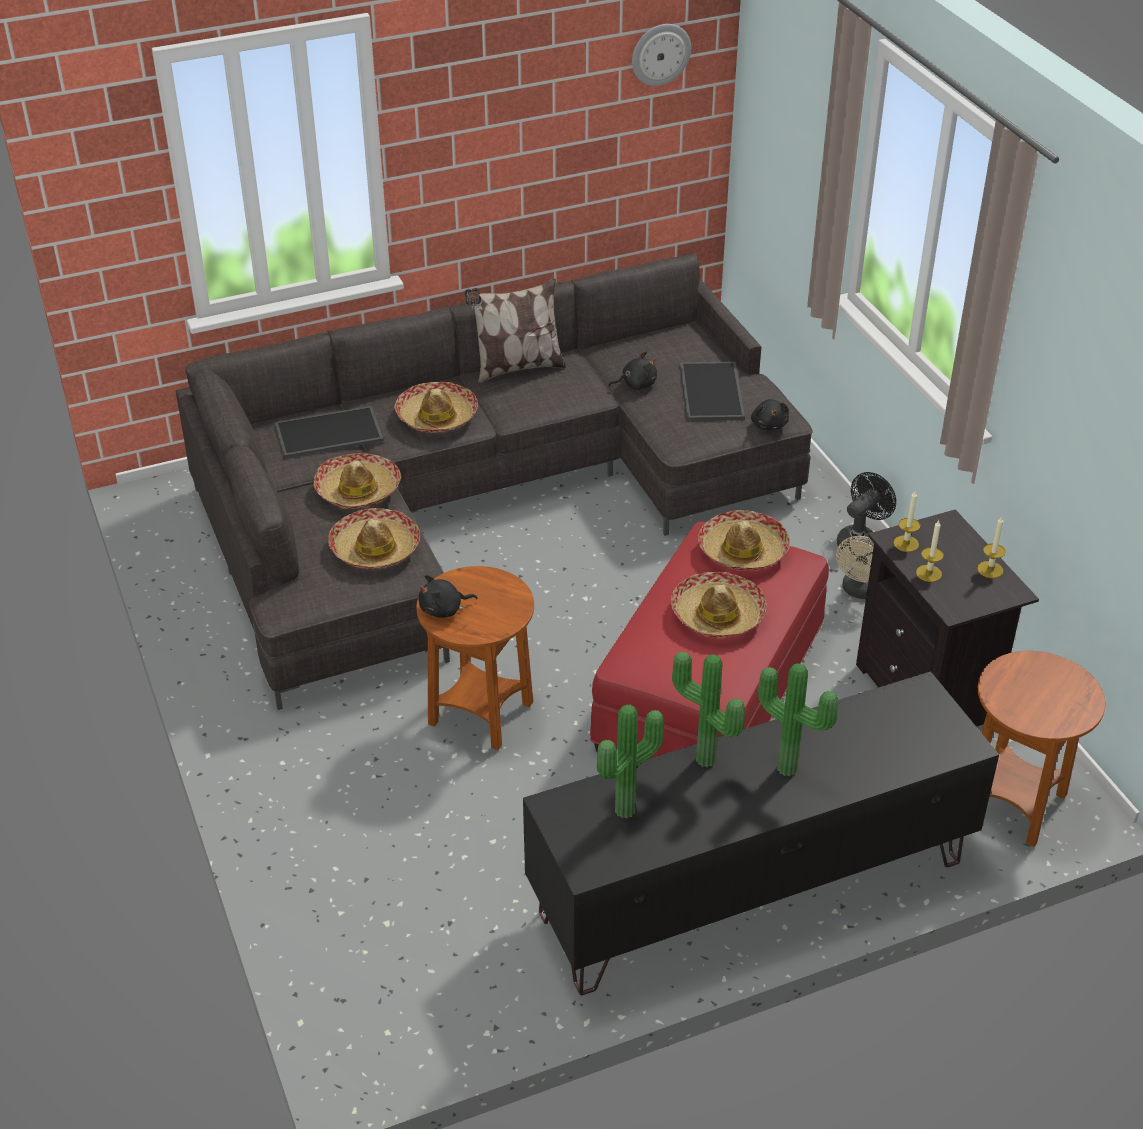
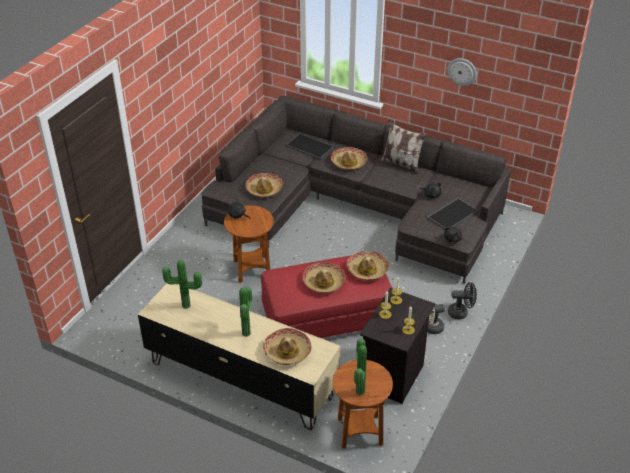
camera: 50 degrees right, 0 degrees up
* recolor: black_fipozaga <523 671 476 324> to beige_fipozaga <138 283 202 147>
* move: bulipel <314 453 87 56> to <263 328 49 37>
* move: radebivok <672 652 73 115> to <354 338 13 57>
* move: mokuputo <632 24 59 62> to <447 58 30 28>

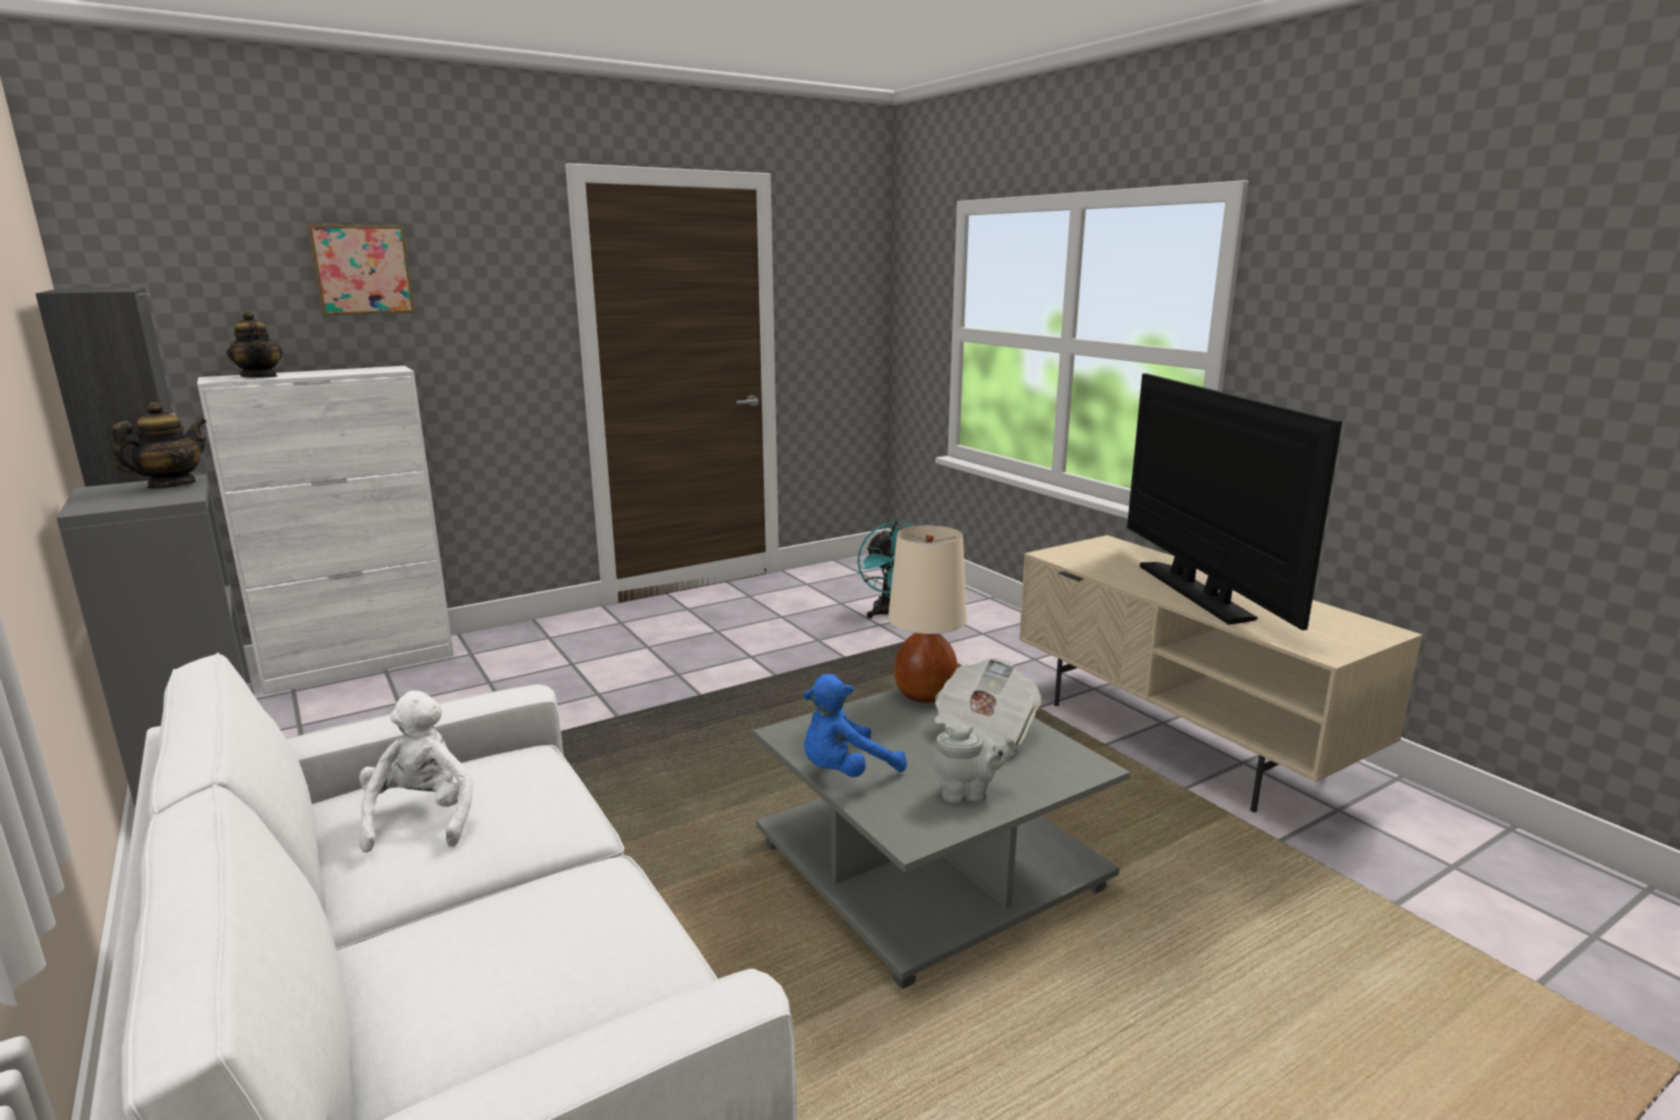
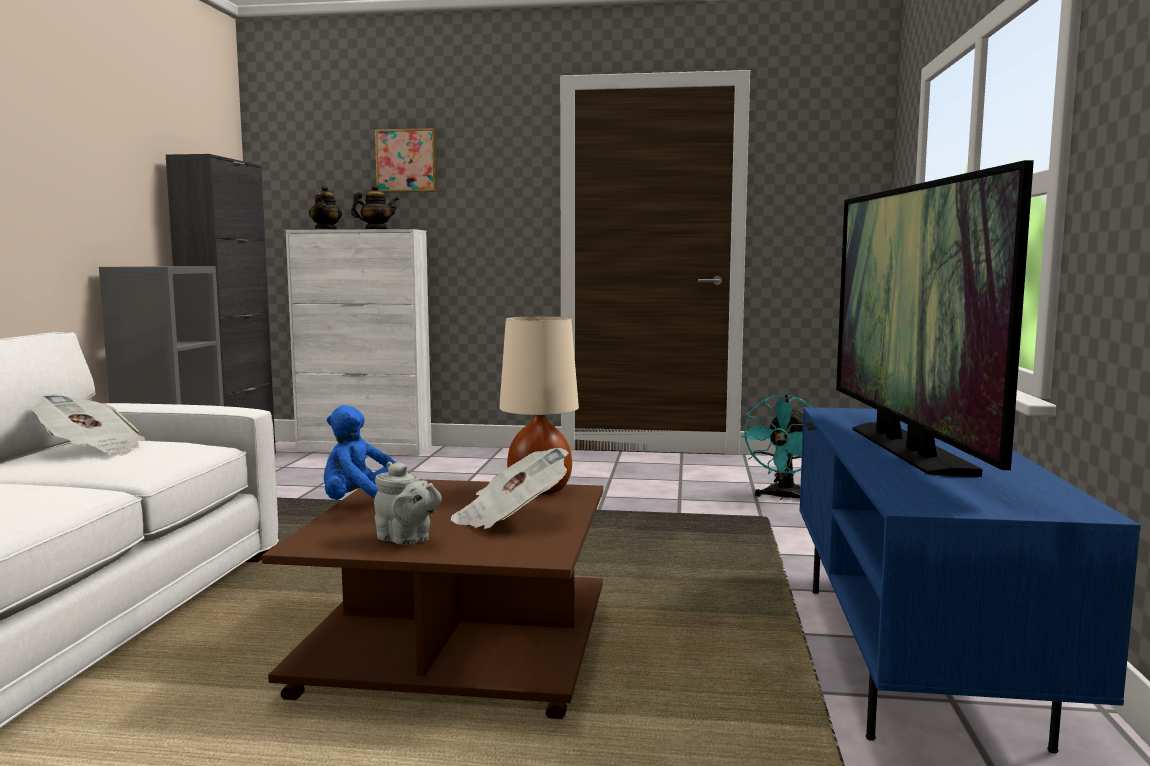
camera: 40 degrees right, 10 degrees down
* replace: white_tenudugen <359 691 114 162> to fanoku <32 394 114 62>
* recolor: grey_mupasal <753 688 377 301> to brown_mupasal <262 479 341 240>
* move: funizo <111 402 96 87> to <351 184 48 45>
* recolor: beige_fipozaga <1019 535 404 277> to blue_fipozaga <800 407 341 347>
* rotate: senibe <1127 373 215 257> = <836 160 198 317> 150 degrees clockwise

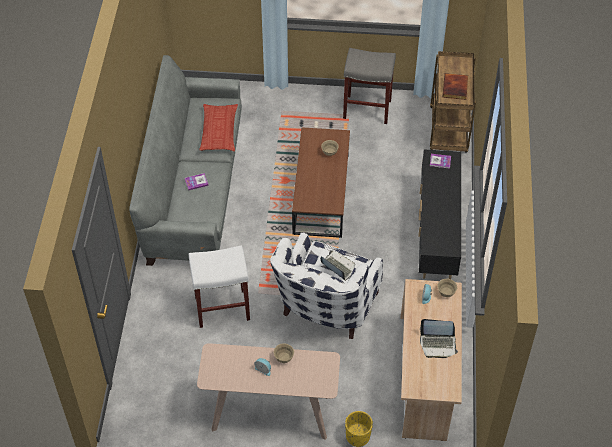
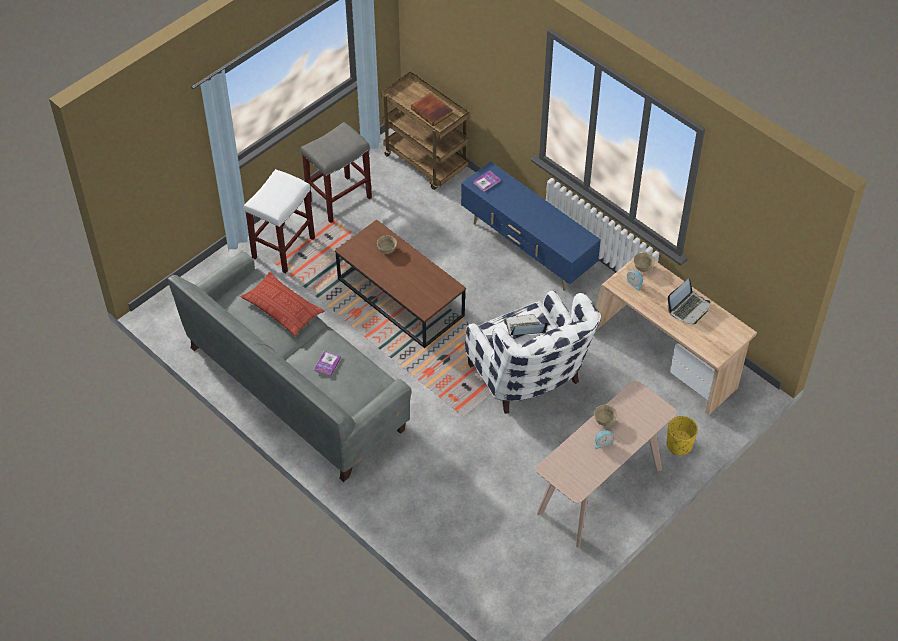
camera: 50 degrees left, 0 degrees up
* move: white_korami <189 245 61 83> to <244 169 71 104>
* recolor: black_fipozaga <418 149 43 130> to blue_fipozaga <461 161 140 130>

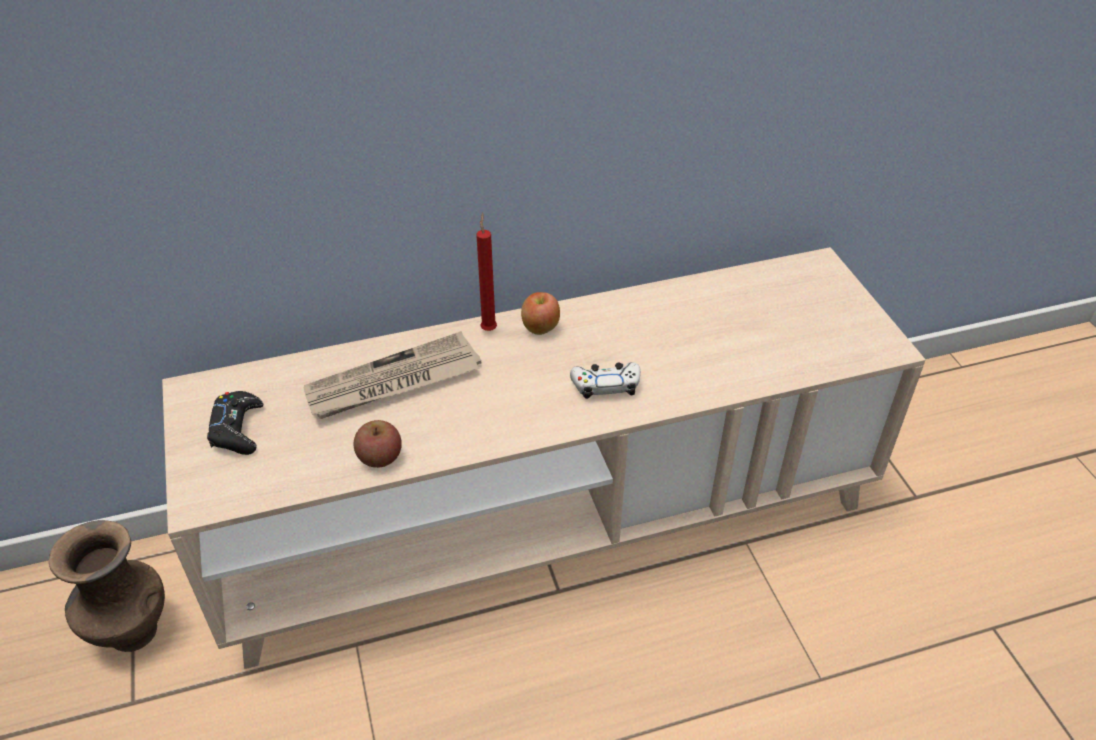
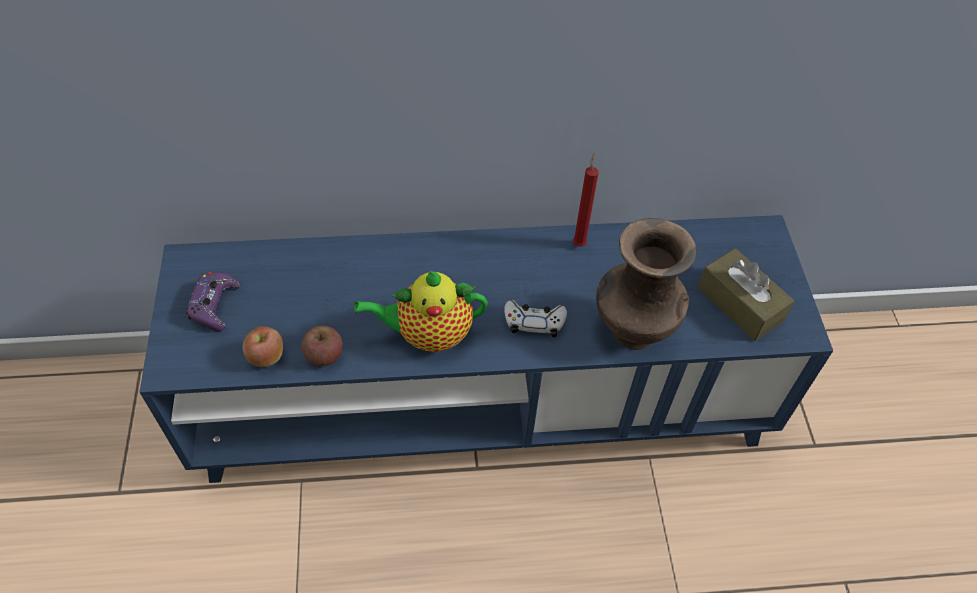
camera: 10 degrees right, 10 degrees up
* recolor: beige_fipozaga <162 247 764 422> to blue_fipozaga <140 215 693 268>
* recolor: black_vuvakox <207 391 56 64> to purple_vuvakox <186 272 54 60>
* move: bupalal <521 292 39 43> to <243 326 40 41>
* insert: funizo <354 271 134 81>
* move: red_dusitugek <476 213 21 118> to <573 152 26 95>
* move: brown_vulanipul <49 520 116 132> to <596 218 101 132>
* insert: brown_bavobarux <698 248 97 93>
* delete: fanoku <304 331 177 88>

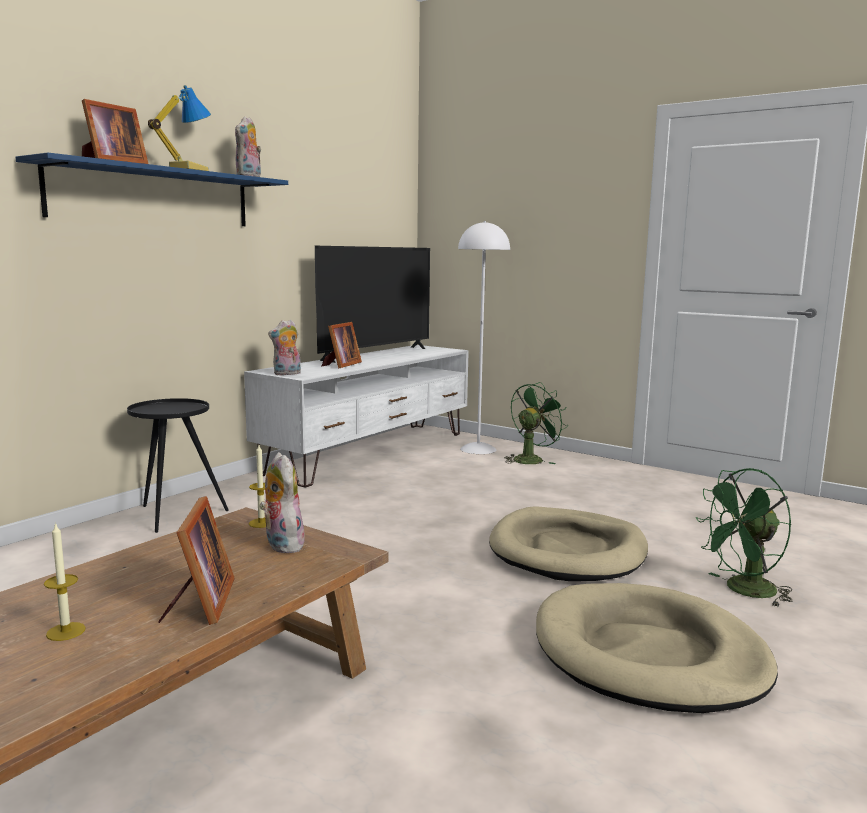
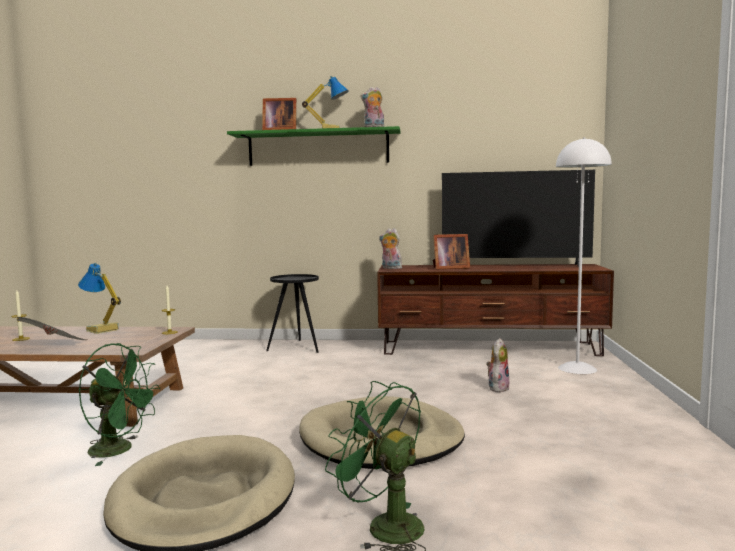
camera: 60 degrees right, 5 degrees down
* replace: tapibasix <158 496 77 129> to fanoku <16 317 71 23>
* insert: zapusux <78 263 43 71>
* move: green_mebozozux <504 382 64 82> to <79 343 81 123>
* recolor: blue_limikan <15 152 273 74> to green_limikan <227 126 174 40>
* recolor: white_fipozaga <244 345 225 143> to brown_fipozaga <377 264 237 92>
* move: tenudugen <259 452 46 101> to <486 338 24 54>

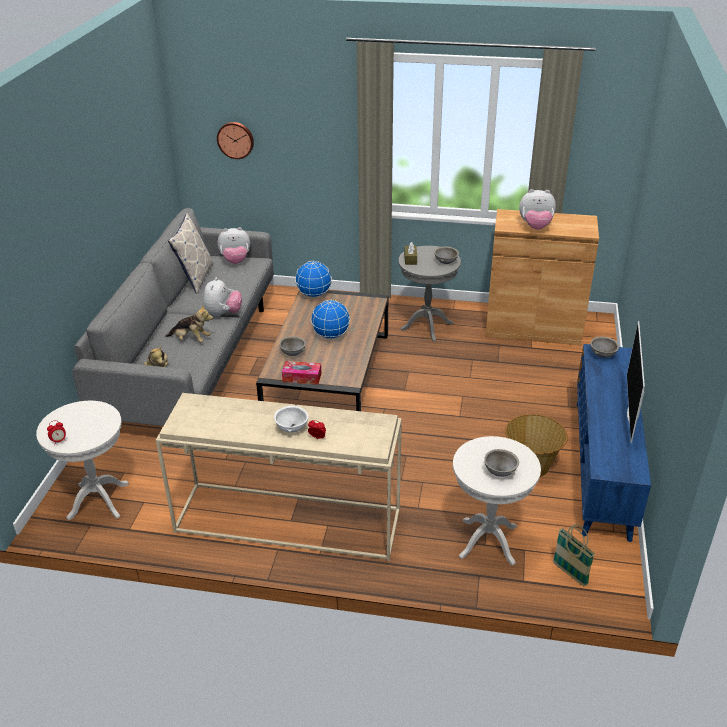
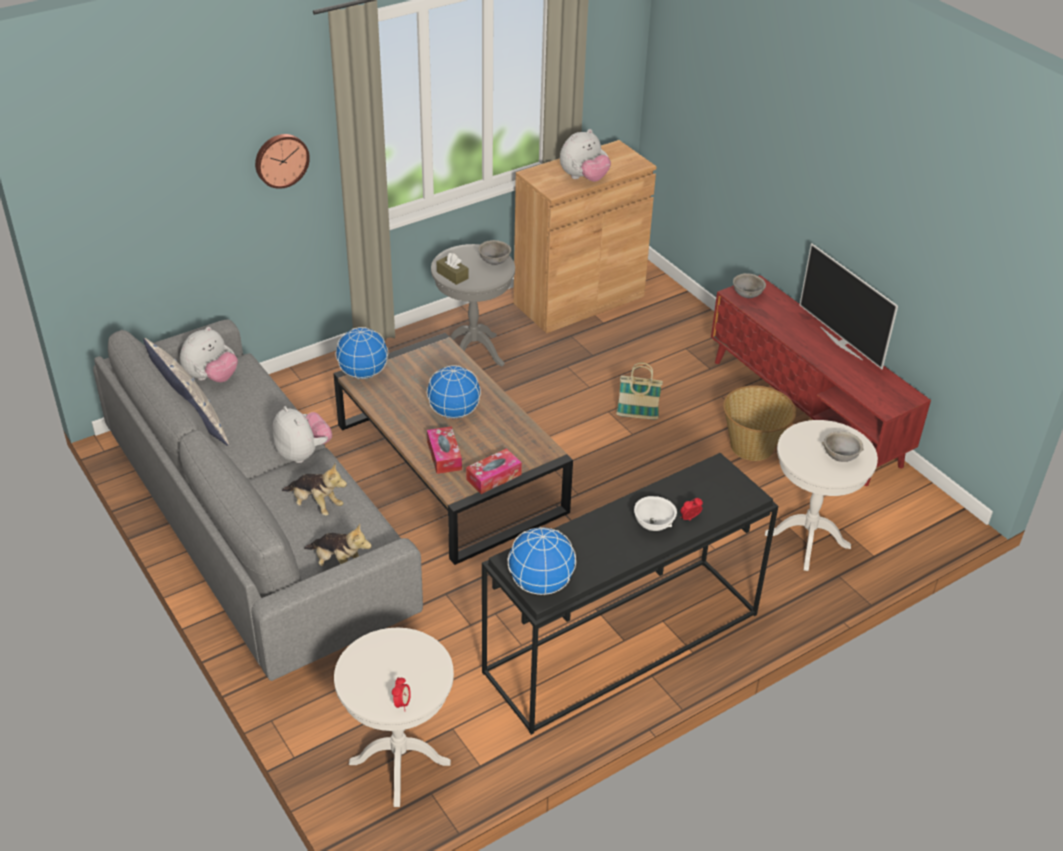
camera: 45 degrees left, 5 degrees up
* move: mokuputo <217 122 37 37> to <255 134 55 55>
* rotate: tenudugen <165 305 48 37> = <282 464 65 52> 60 degrees clockwise
* replace: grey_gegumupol <279 336 27 20> to bavobarux <427 426 35 48>
* recolor: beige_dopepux <156 393 246 168> to black_dopepux <482 453 296 282>
* insert: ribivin <507 526 69 69>
* move: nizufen <553 524 42 62> to <616 363 47 56>
* recolor: blue_fipozaga <577 344 74 198> to red_fipozaga <711 275 220 211>

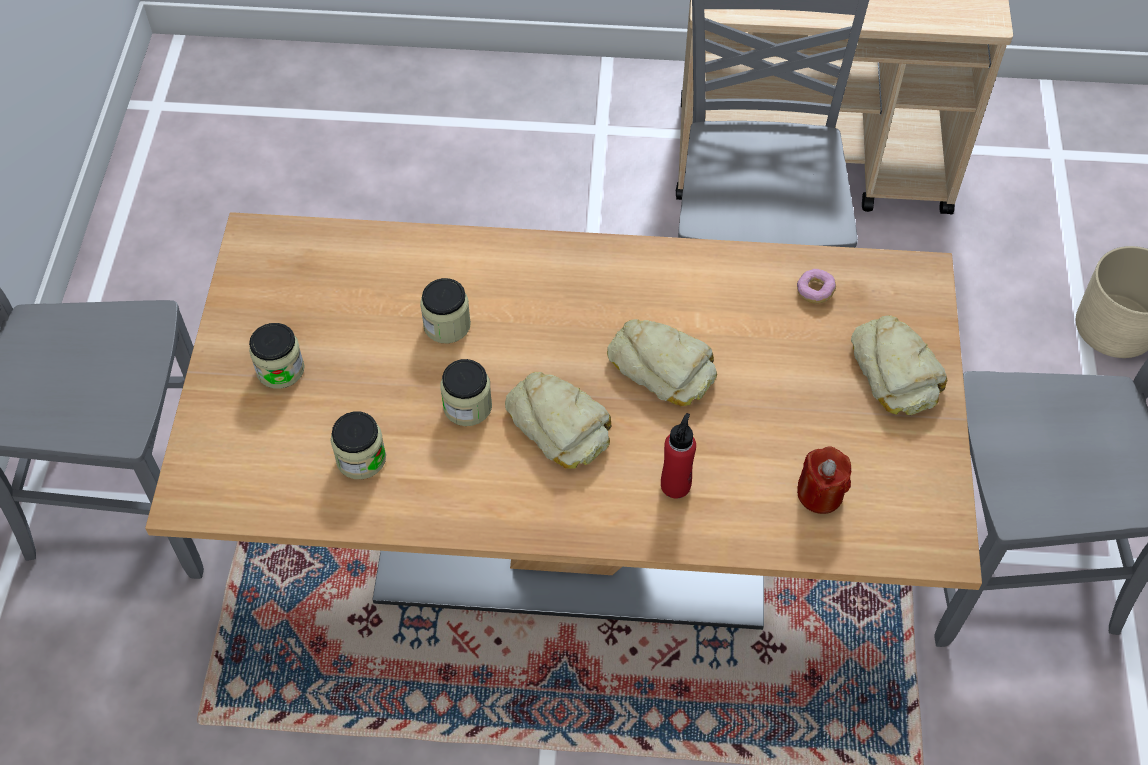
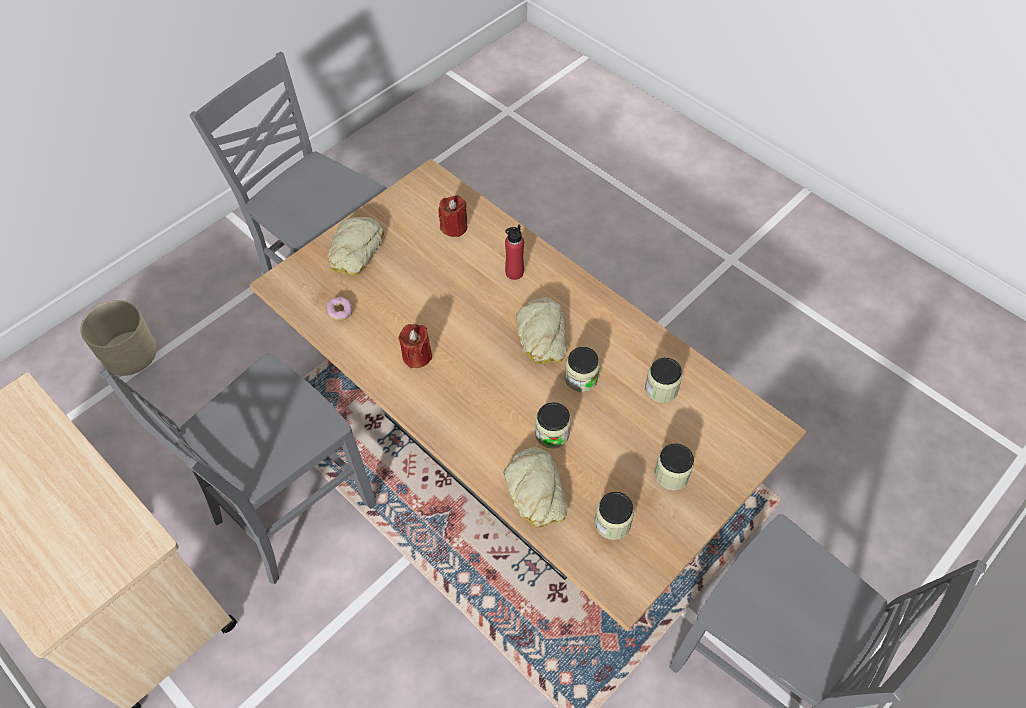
camera: 140 degrees left, 0 degrees up
* insert: red_dusitugek <399 324 33 45>
* move: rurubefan <607 319 110 87> to <503 447 65 81>
* insert: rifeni <594 492 40 48>

